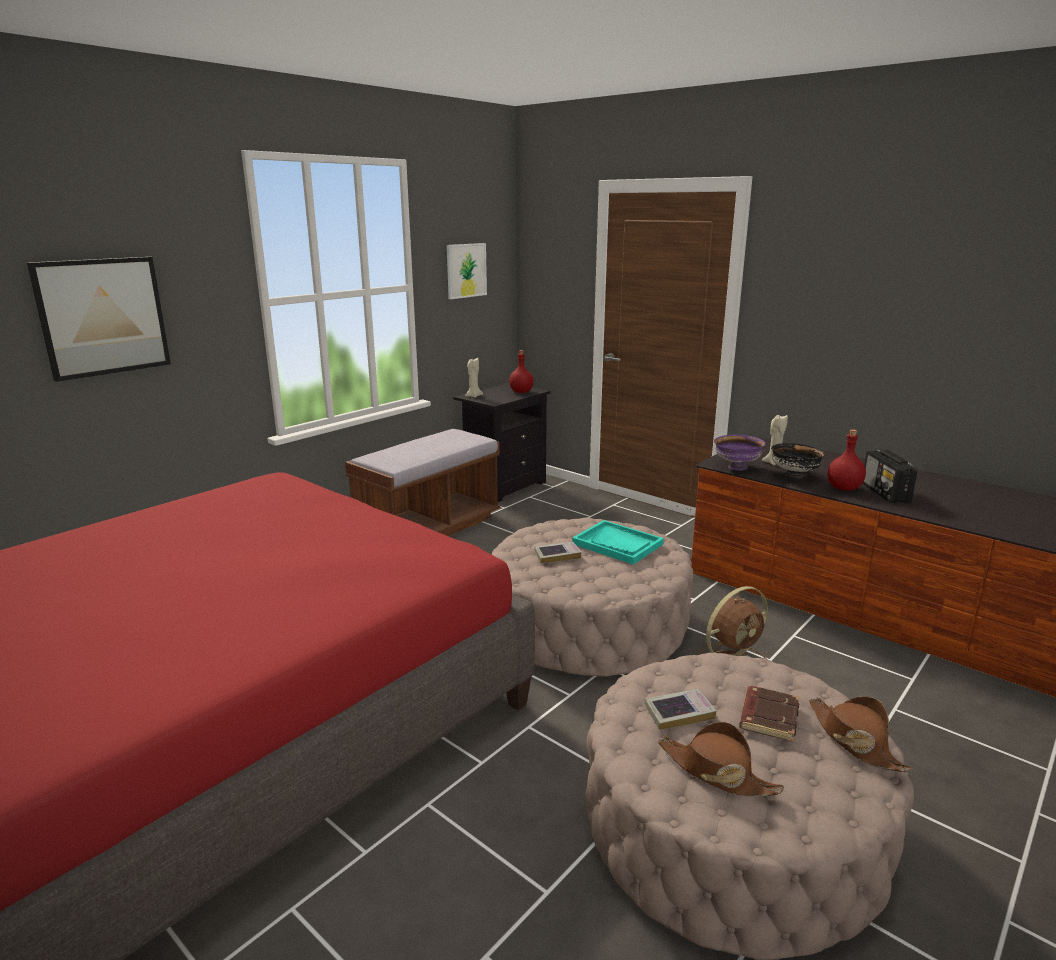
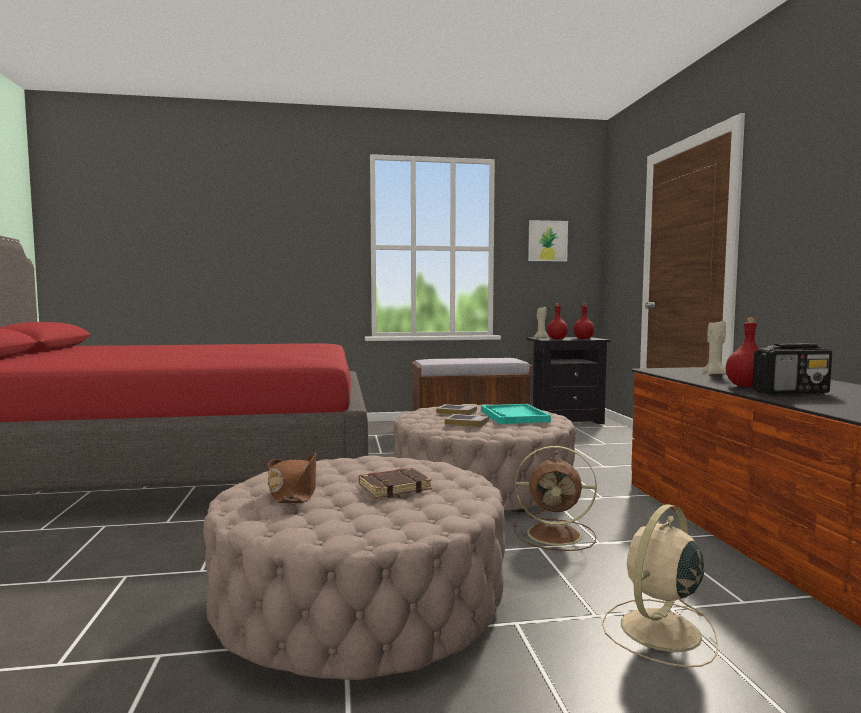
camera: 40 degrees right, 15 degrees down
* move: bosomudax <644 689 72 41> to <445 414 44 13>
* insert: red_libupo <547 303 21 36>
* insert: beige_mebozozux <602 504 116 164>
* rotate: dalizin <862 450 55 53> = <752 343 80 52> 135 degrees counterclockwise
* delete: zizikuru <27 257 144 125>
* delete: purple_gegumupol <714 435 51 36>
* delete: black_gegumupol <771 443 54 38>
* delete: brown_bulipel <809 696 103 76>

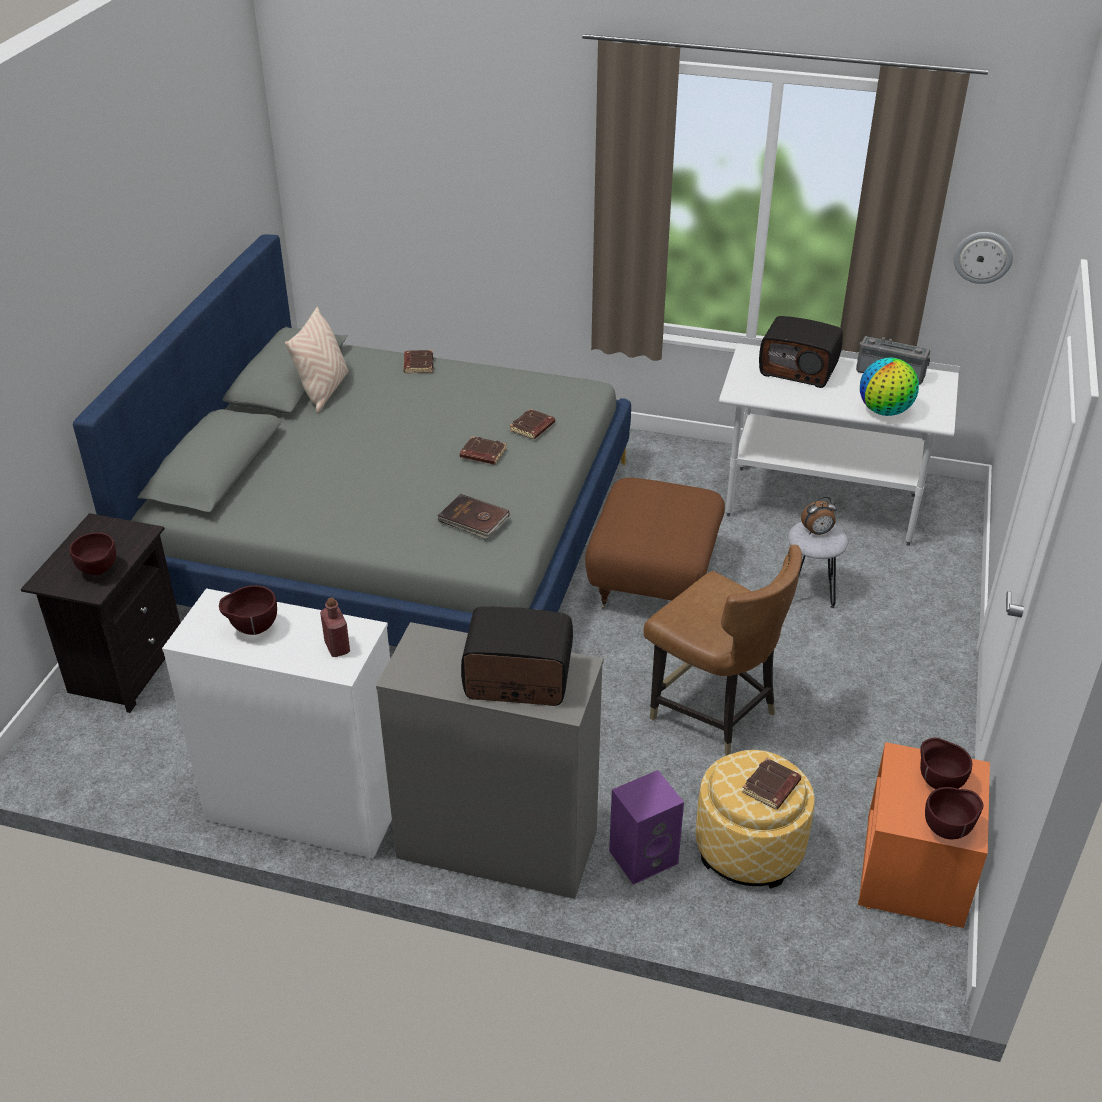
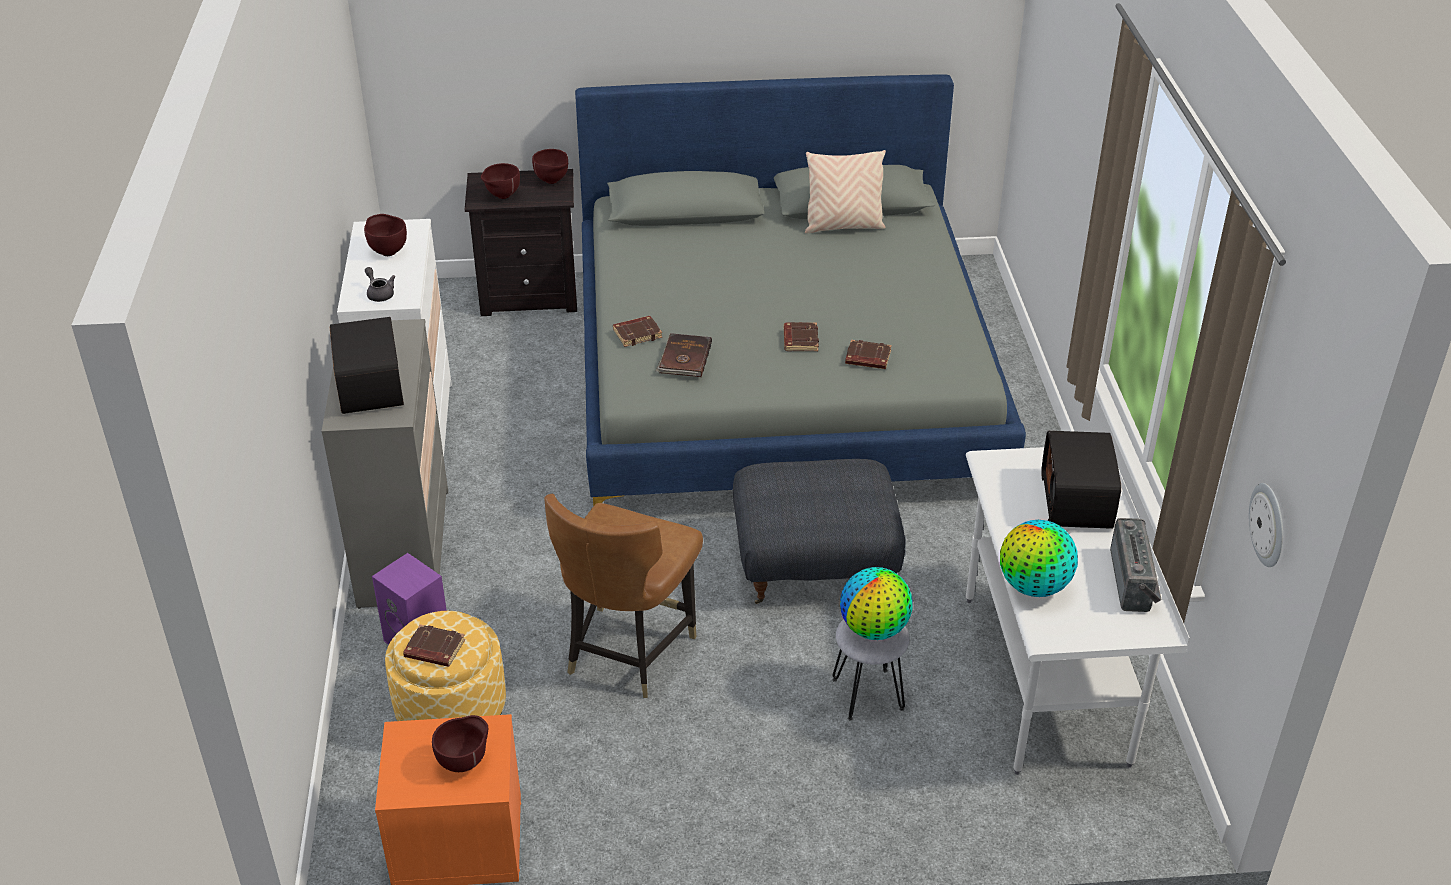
camera: 70 degrees right, 0 degrees up
* replace: red_libupo <320 597 30 60> to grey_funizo <365 267 30 35>
* move: brown_gegumupol <925 787 58 52> to <532 149 36 35>
* move: brown_bosomudax <404 350 30 23> to <613 316 49 31>
* recolor: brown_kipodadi <585 477 140 132> to grey_kipodadi <733 459 172 145>
* replace: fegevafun <801 497 36 38> to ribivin <840 567 73 73>

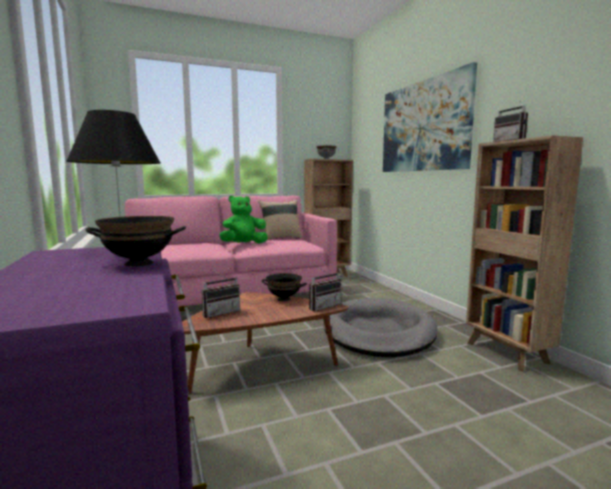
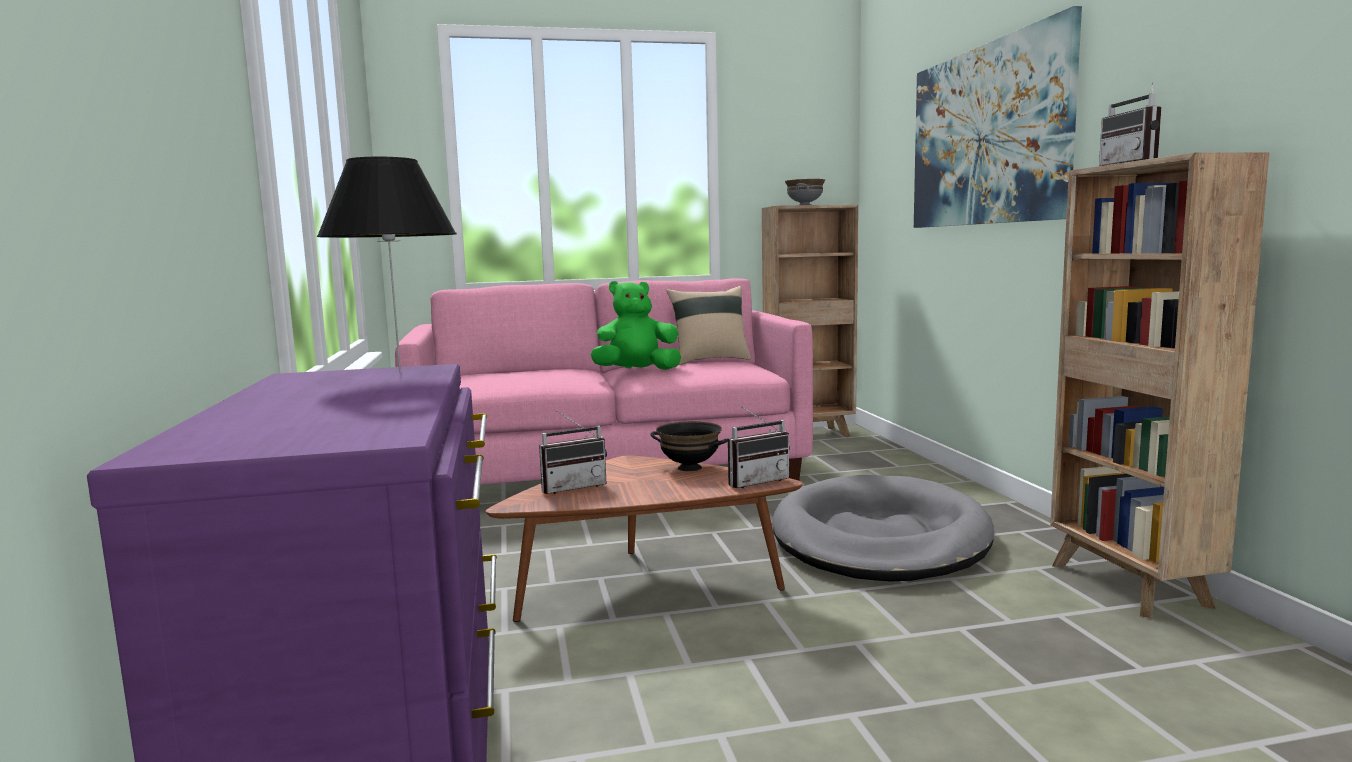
camera: 10 degrees right, 0 degrees up
* delete: black_gegumupol <85 216 101 51>

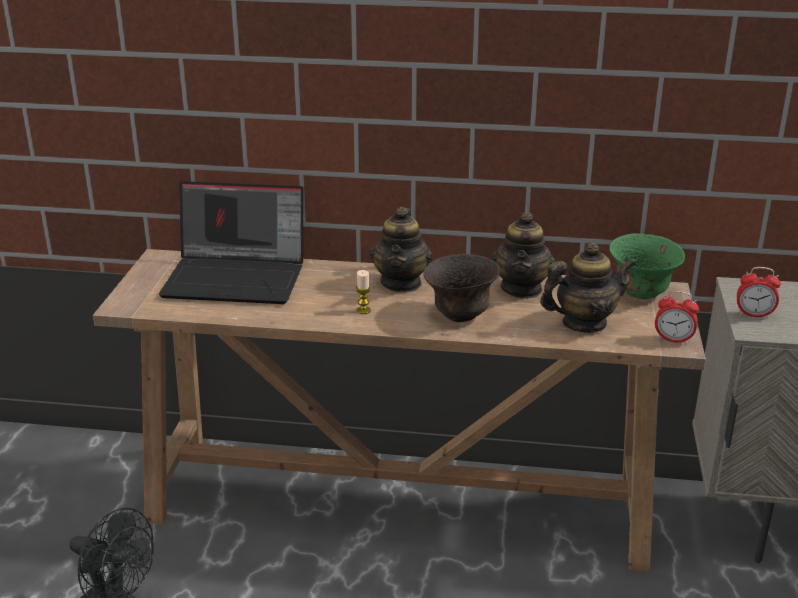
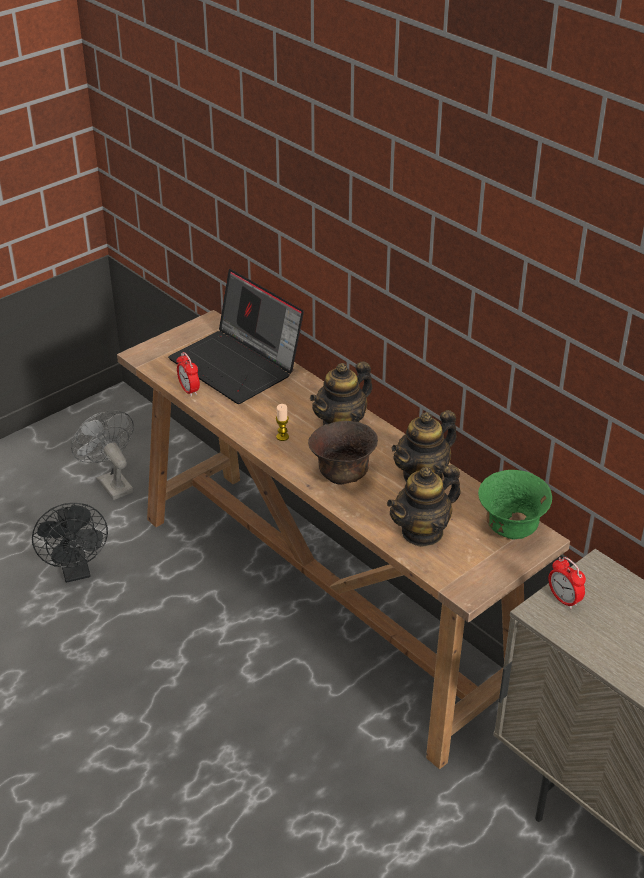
camera: 40 degrees right, 10 degrees up
* insert: grey_mebozozux <71 410 63 90>
* move: fegevafun <655 291 44 53> to <176 352 24 45>
* rotate: funizo <540 242 96 91> = <387 465 74 82> 120 degrees clockwise

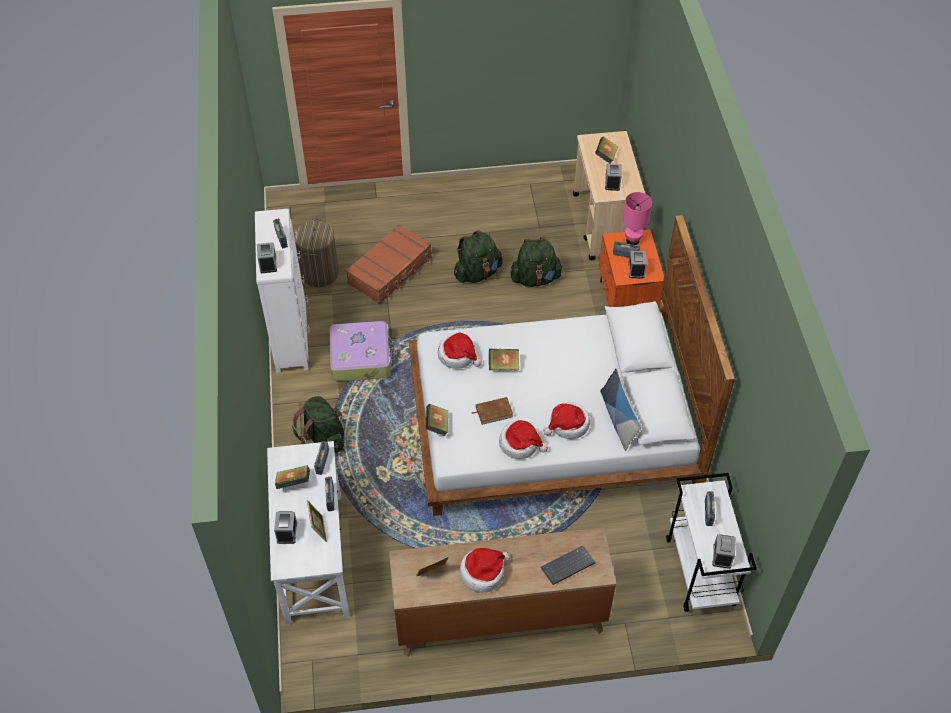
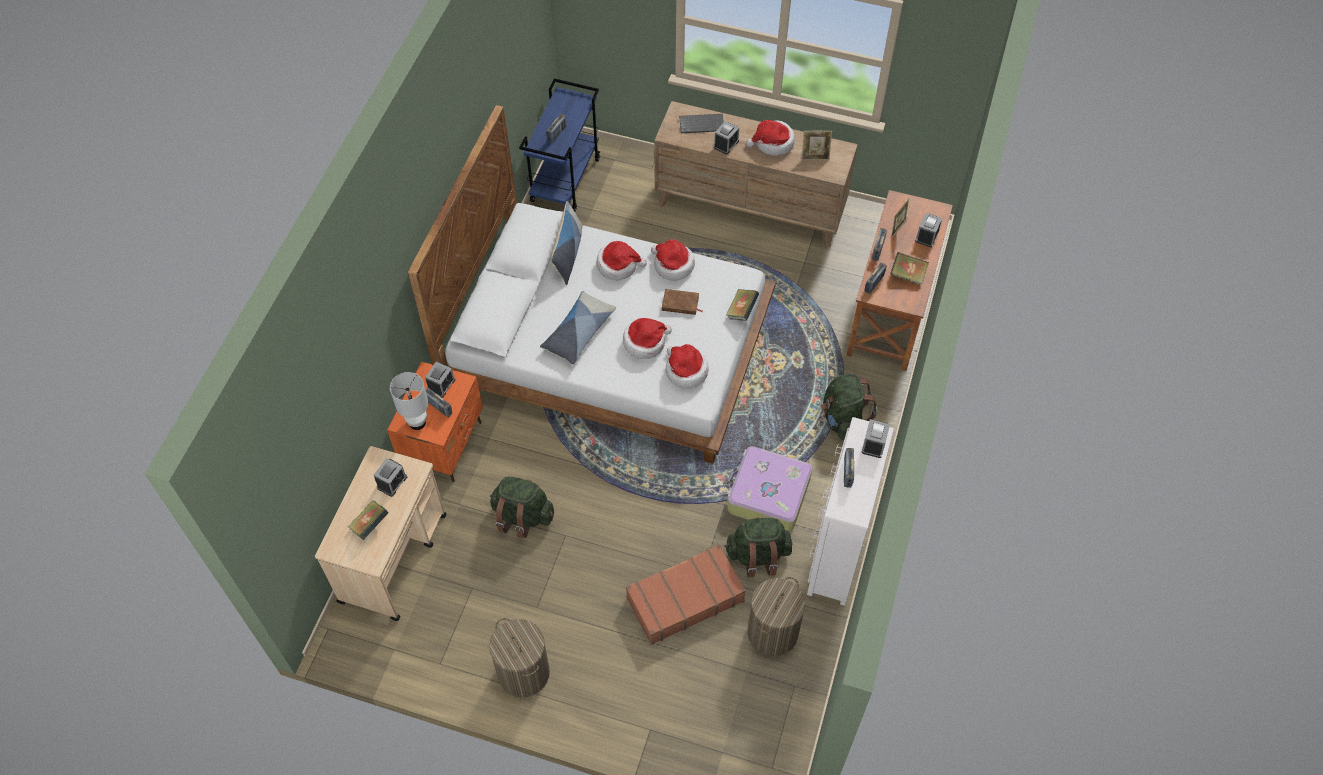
camera: 155 degrees left, 5 degrees up
* recolor: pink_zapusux <623 192 29 53> to white_zapusux <390 372 38 58>
* insert: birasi <489 618 61 79>
* recolor: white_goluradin <666 473 91 139> to blue_goluradin <519 78 81 134>
* insert: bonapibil <540 291 76 74>
* replace: bosomudax <489 349 30 22> to bulipel <623 318 49 41>
* move: fegevafun <712 534 24 35> to <714 121 25 34>
* move: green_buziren <454 230 49 53> to <724 517 69 60>
* recolor: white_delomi <267 441 82 183> to brown_delomi <846 190 107 181>

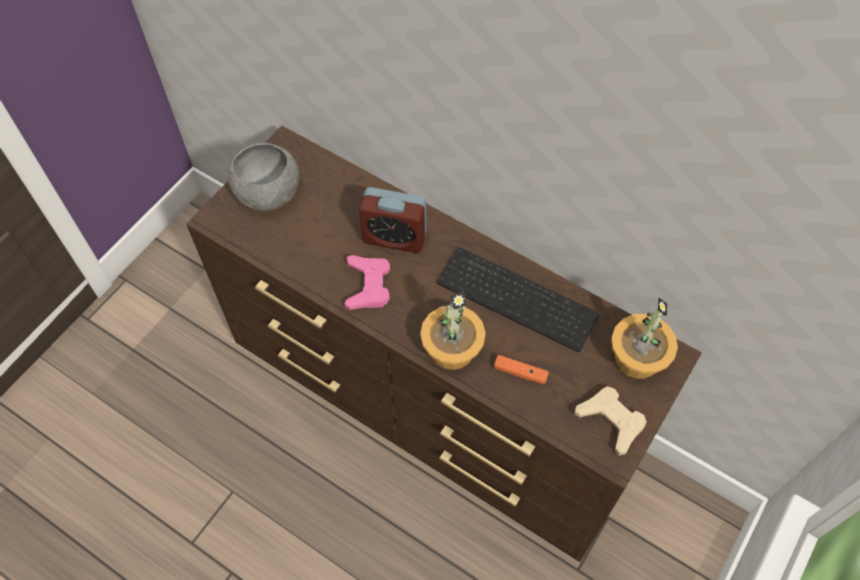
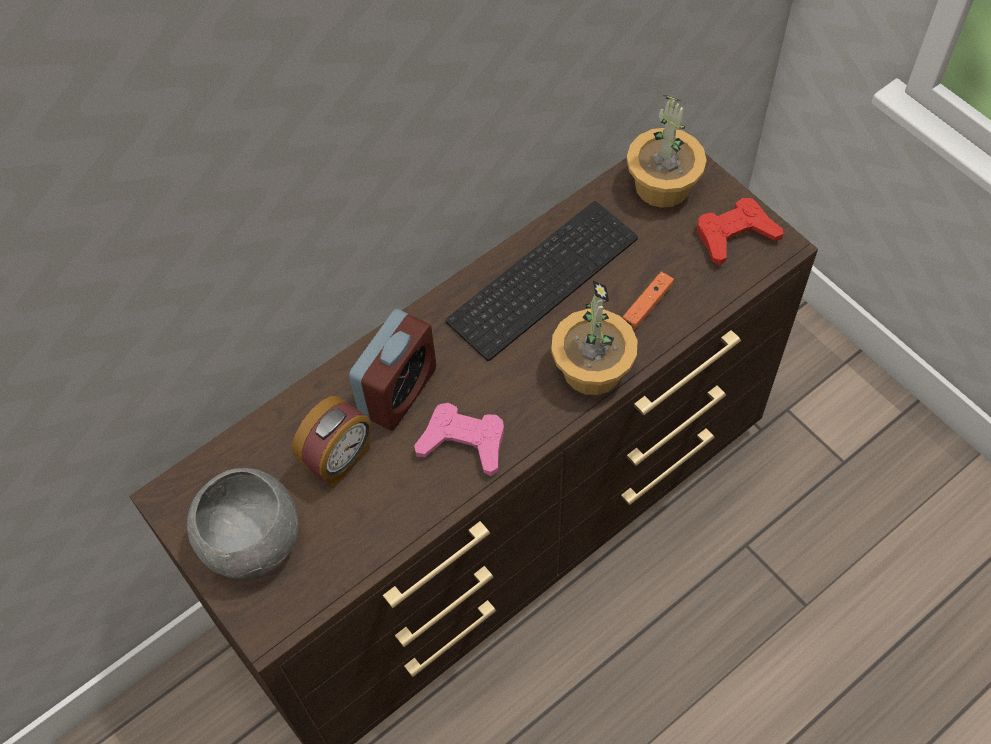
camera: 70 degrees left, 0 degrees up
* insert: fegevafun <292 396 79 93>
* recolor: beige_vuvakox <574 387 72 68> to red_vuvakox <697 198 86 67>

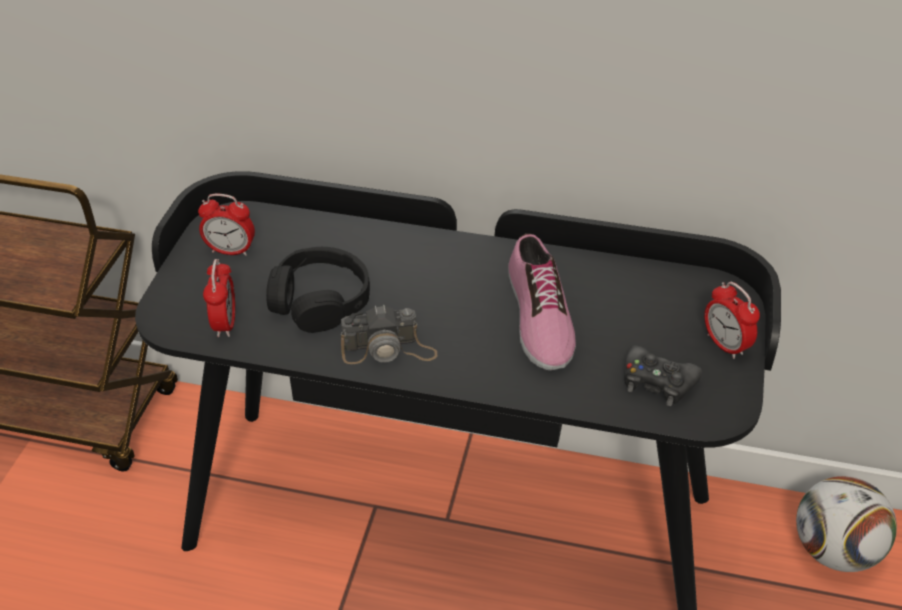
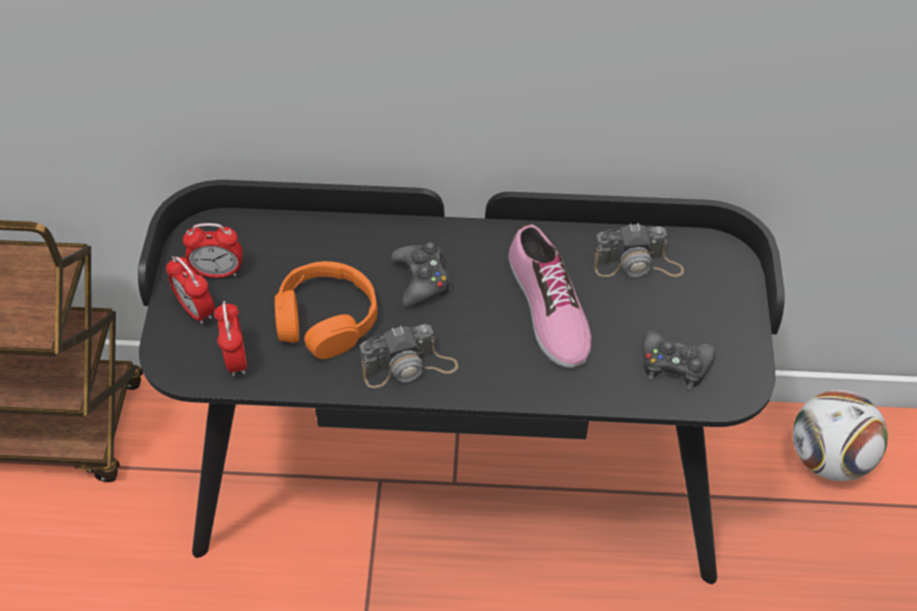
camera: 10 degrees left, 10 degrees up
* move: fegevafun <704 282 56 77> to <166 256 49 68>
* recolor: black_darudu <266 247 104 86> to orange_darudu <275 261 102 98>
* insert: black_vuvakox <391 242 60 65>
* insert: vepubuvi <594 223 90 54>

